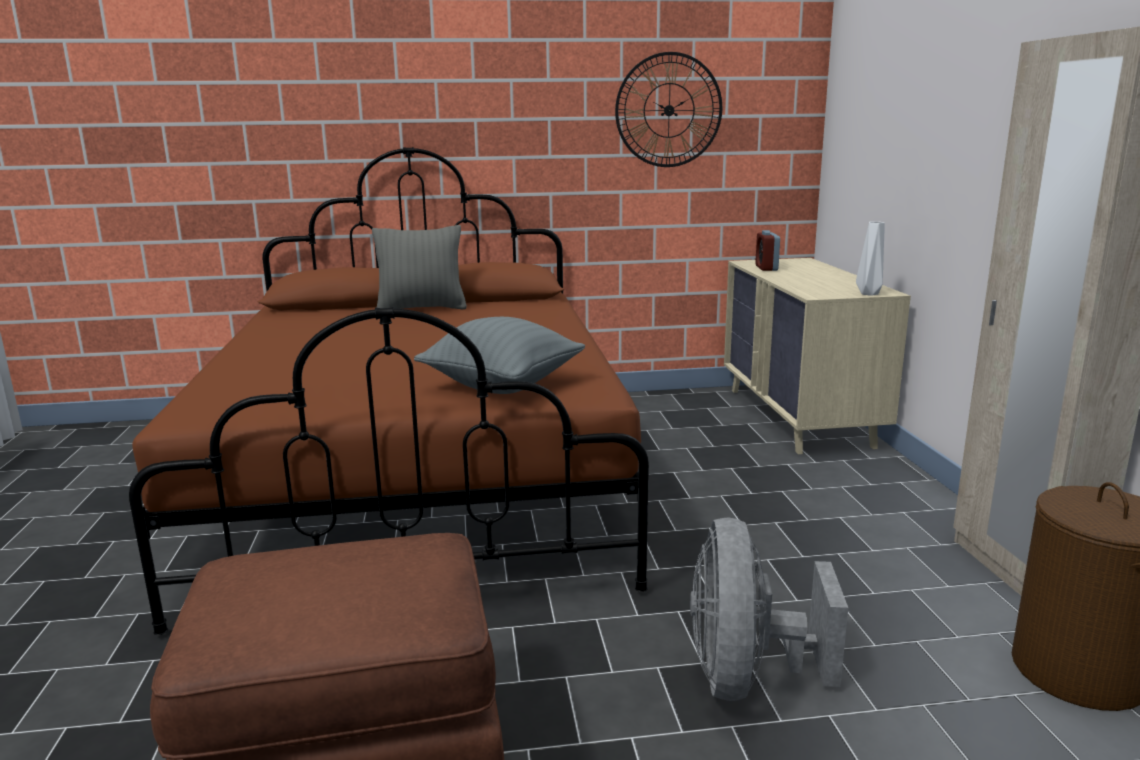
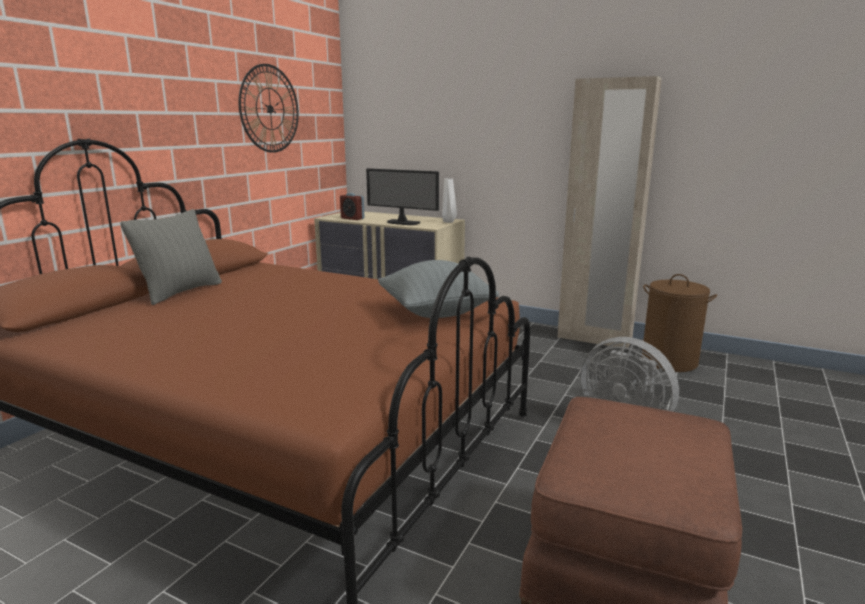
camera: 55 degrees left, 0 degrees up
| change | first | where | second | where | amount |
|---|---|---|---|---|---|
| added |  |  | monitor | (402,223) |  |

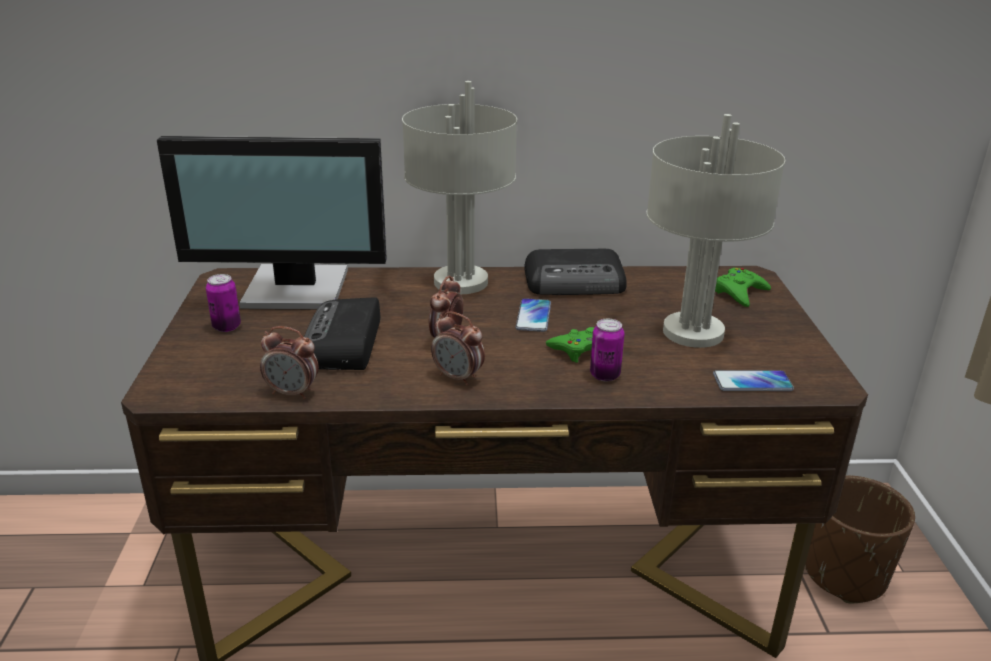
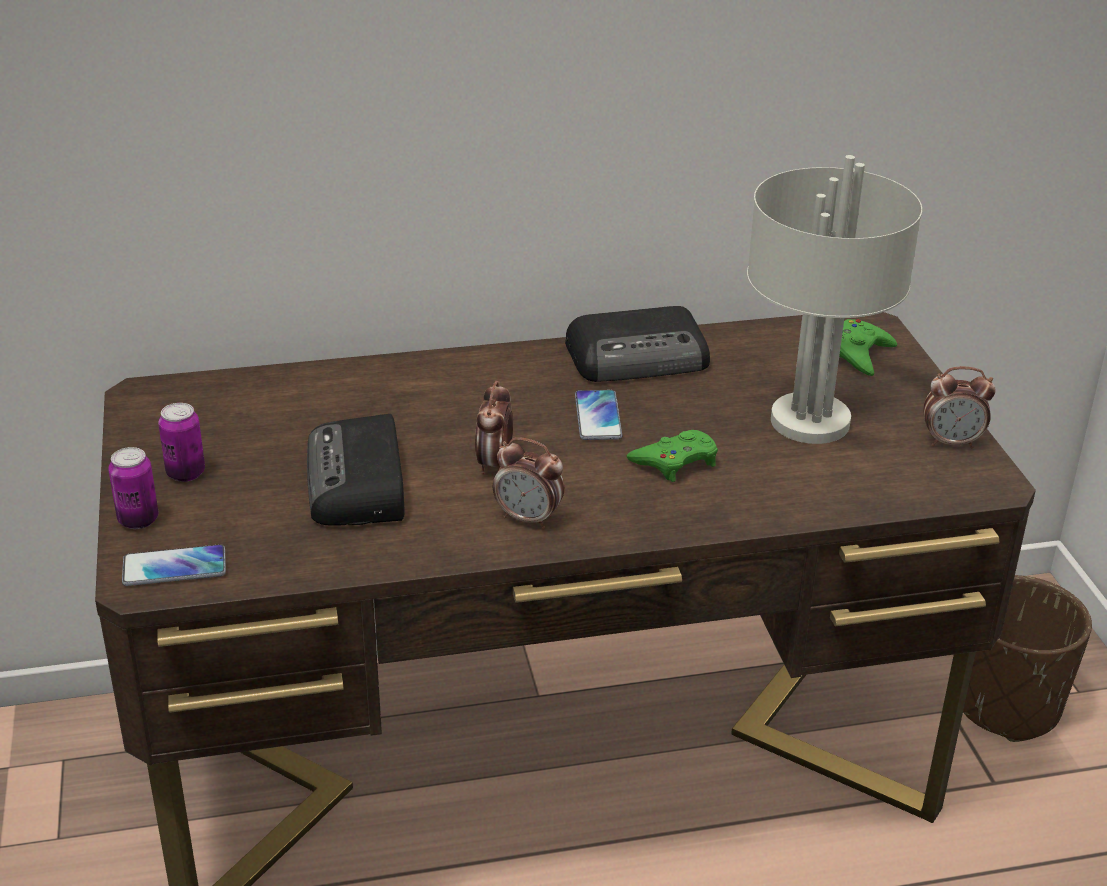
camera: 10 degrees left, 5 degrees up
| change | first | where | second | where | amount |
|---|---|---|---|---|---|
| removed | monitor | (297,291) |  |  |  |
| removed | greyish lamp for a table | (459,282) |  |  |  |
| moved | bedside clock | (293,393) |  | (951,442) |  |
| moved | sealed can | (605,375) |  | (138,520) |  |
| moved | telephone | (752,382) |  | (174,567) |  |

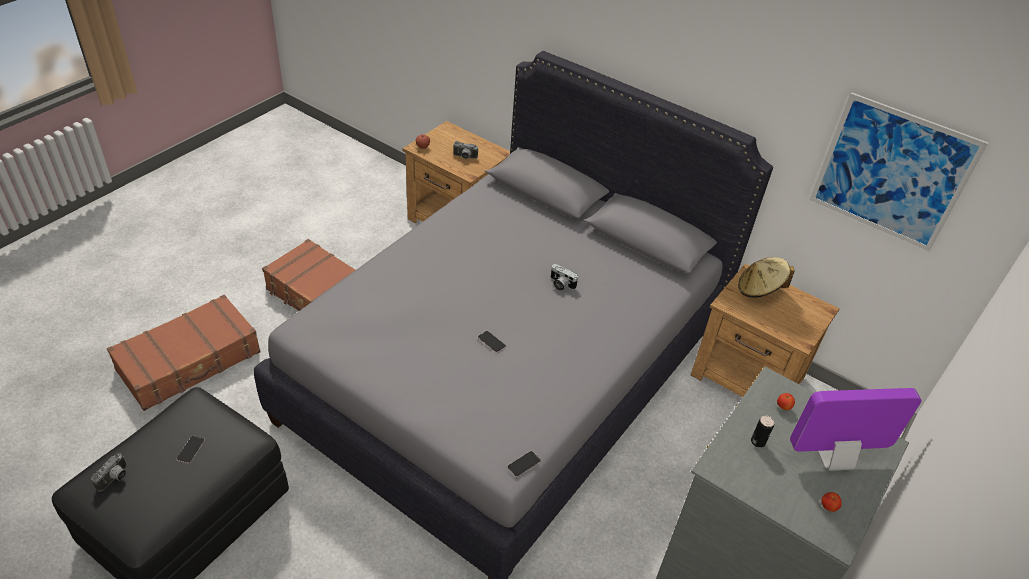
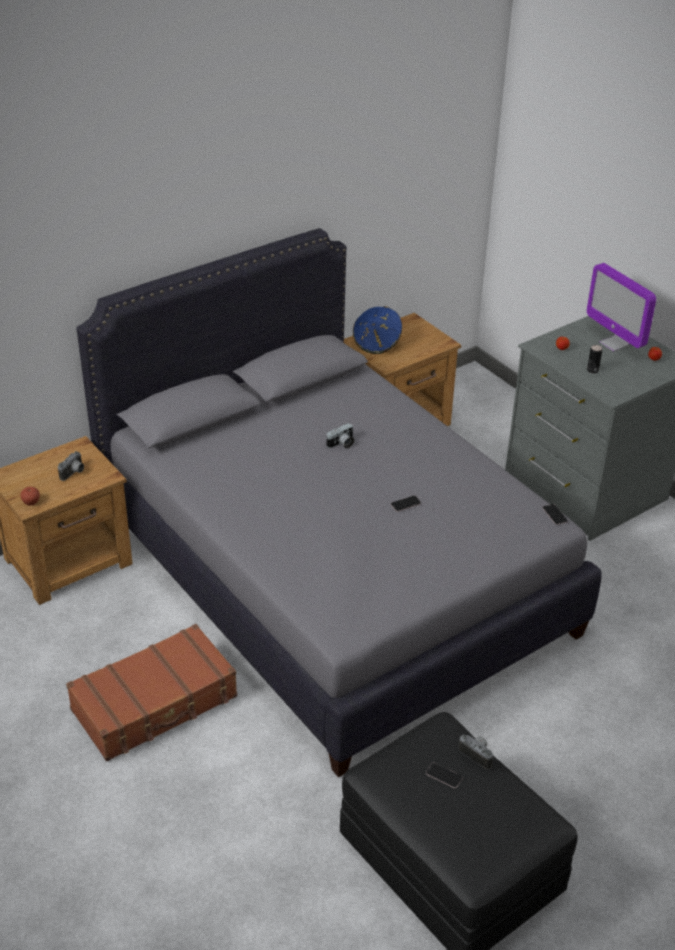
camera: 70 degrees left, 5 degrees down
| change | first | where | second | where | amount |
|---|---|---|---|---|---|
| removed | brown suitcase | (190,361) |  |  |  |
| removed | wall art | (891,172) |  |  |  |
| moved | still camera | (115,479) |  | (477,755) |  |
| recoloured | sand-coloured hat | (759,289) | blue hat | (377,343) |  |
| turned | monitor | (834,460) |  | (614,344) | 45 degrees counterclockwise |

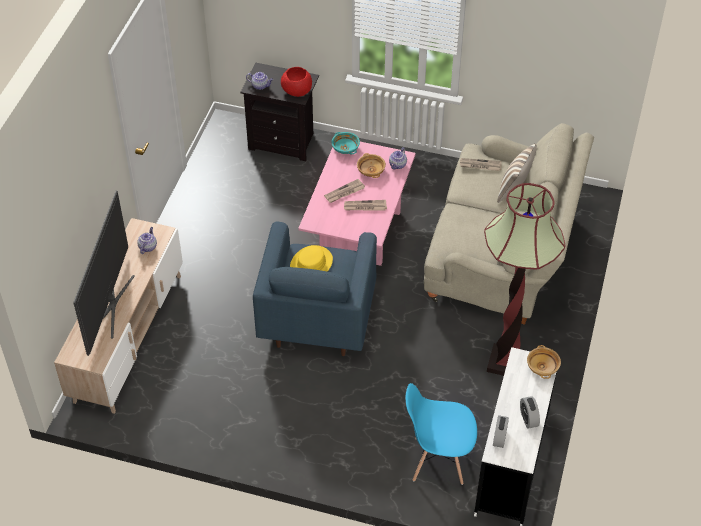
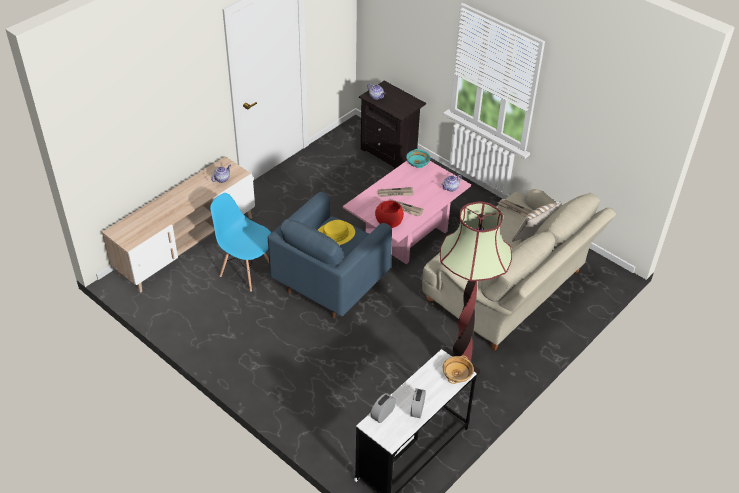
camera: 25 degrees right, 5 degrees down
| change | first | where | second | where | amount |
|---|---|---|---|---|---|
| removed | TV set | (110,304) |  |  |  |
| removed | sand-coloured serving bowl | (370,170) |  |  |  |
| moved | red-coloured serving bowl | (296,90) |  | (388,222) |  |
| moved | blue upright chair | (438,460) |  | (246,271) |  |

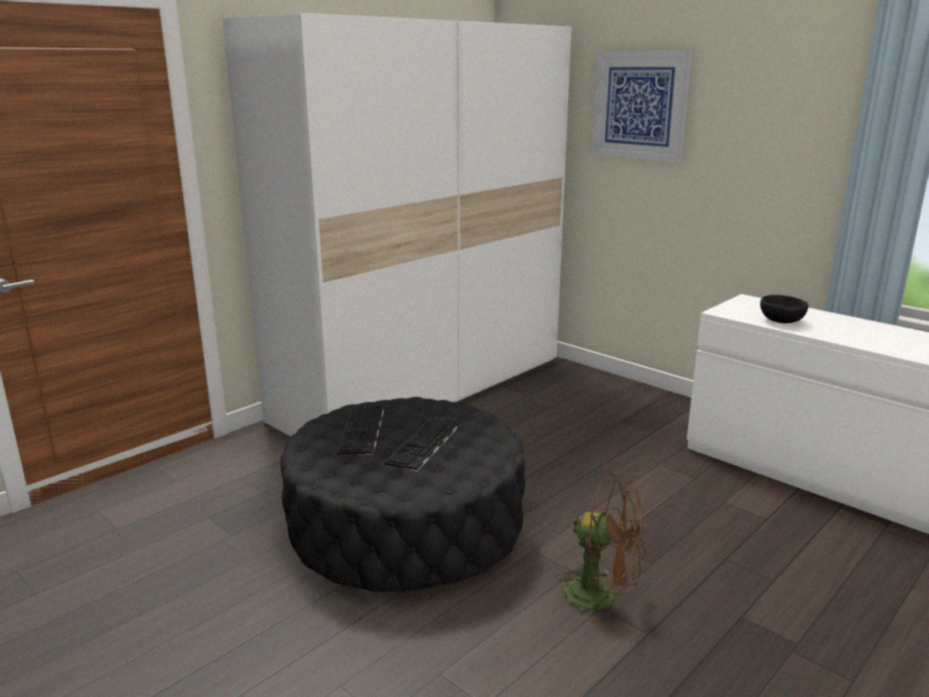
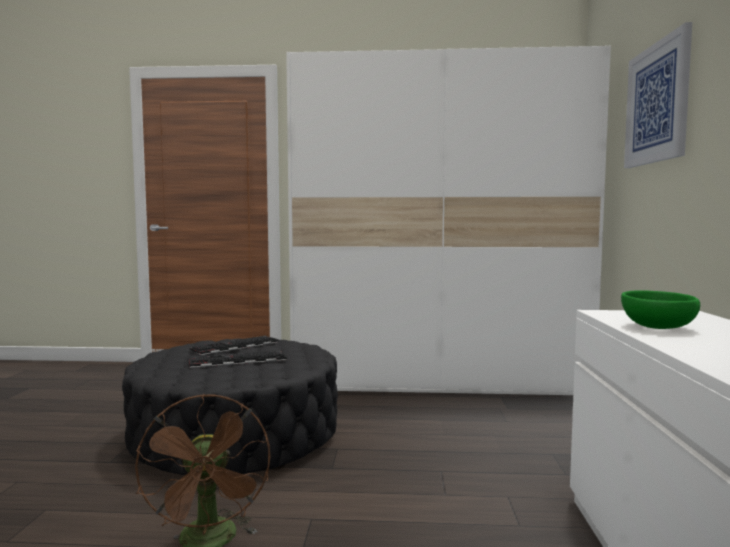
camera: 50 degrees right, 15 degrees down
| change | first | where | second | where | amount |
|---|---|---|---|---|---|
| recoloured | blackish serving bowl | (780,321) | green serving bowl | (657,327) |  |

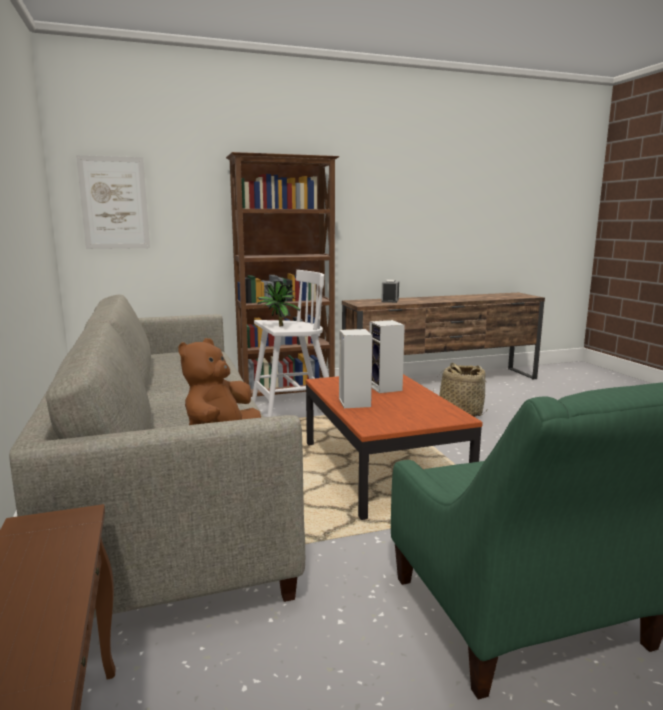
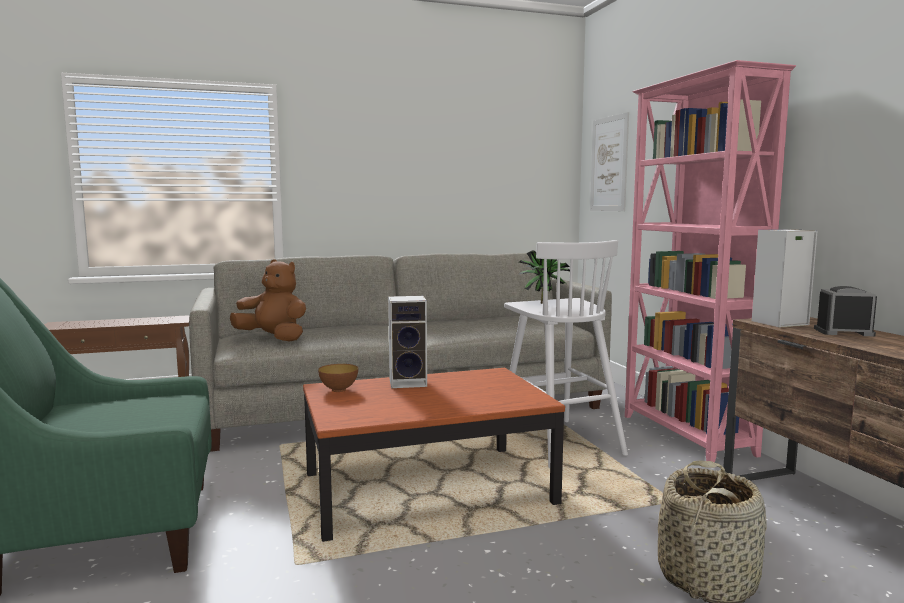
camera: 90 degrees right, 5 degrees down
| change | first | where | second | where | amount |
|---|---|---|---|---|---|
| added |  |  | serving bowl | (338,390) |  |
| moved | loudspeaker | (386,388) |  | (779,323) |  |
| recoloured | brown bookcase | (287,395) | pink-coloured bookcase | (686,435) |  |

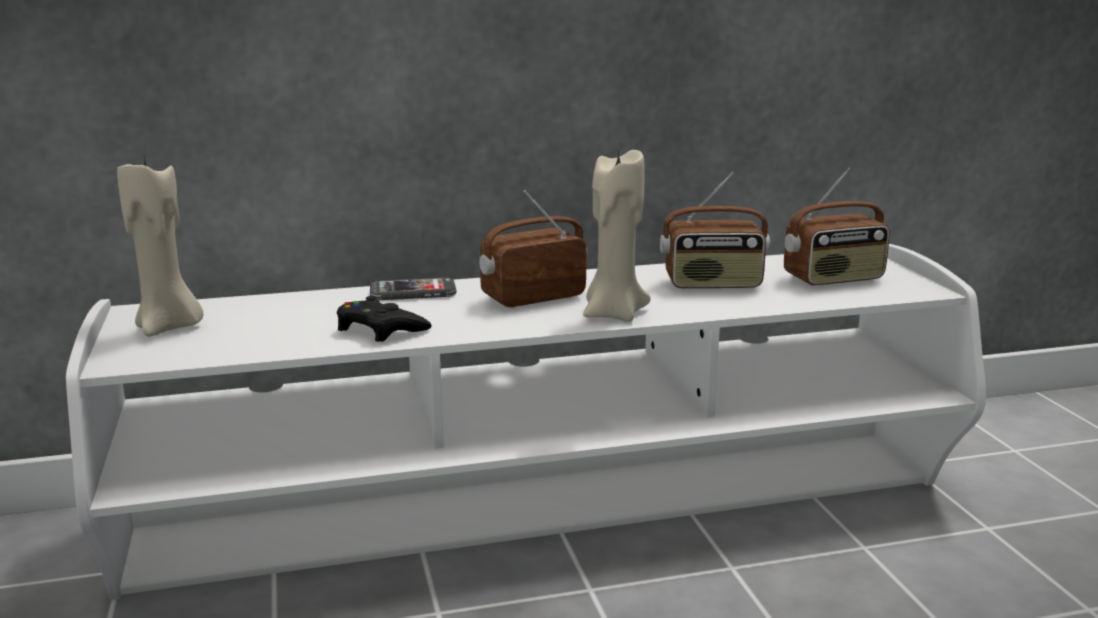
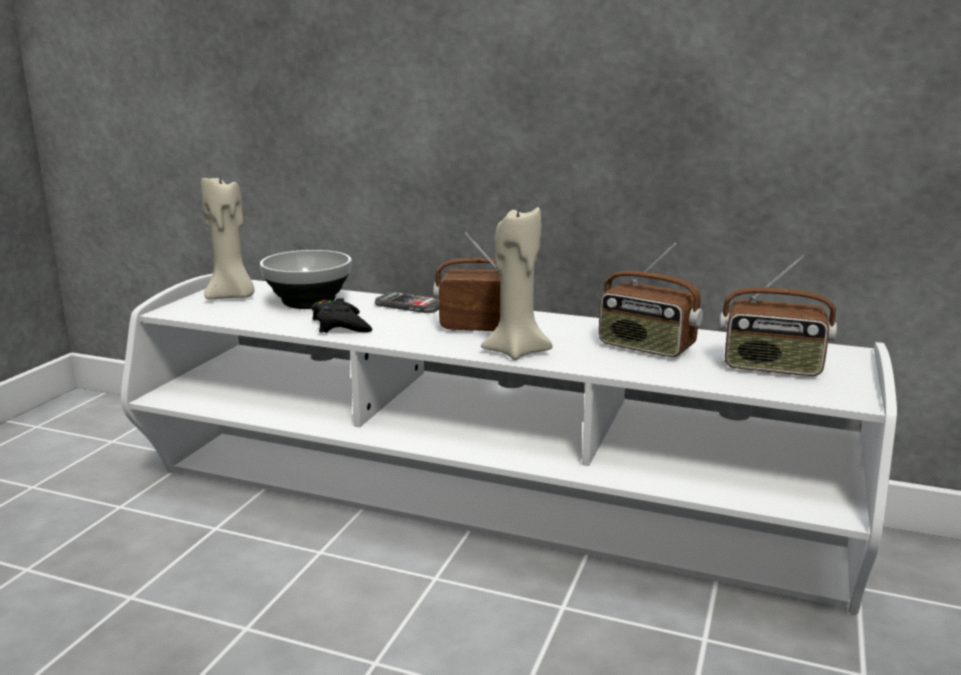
camera: 35 degrees right, 0 degrees up
| change | first | where | second | where | amount |
|---|---|---|---|---|---|
| added |  |  | serving bowl | (308,302) |  |

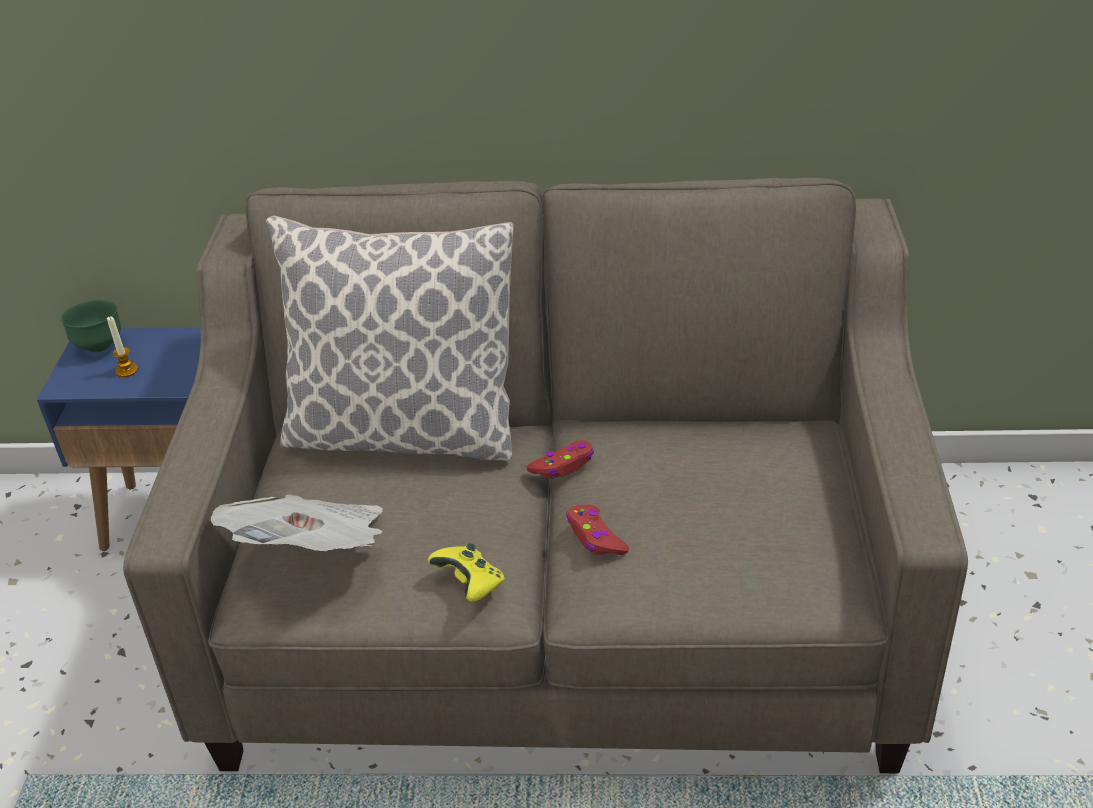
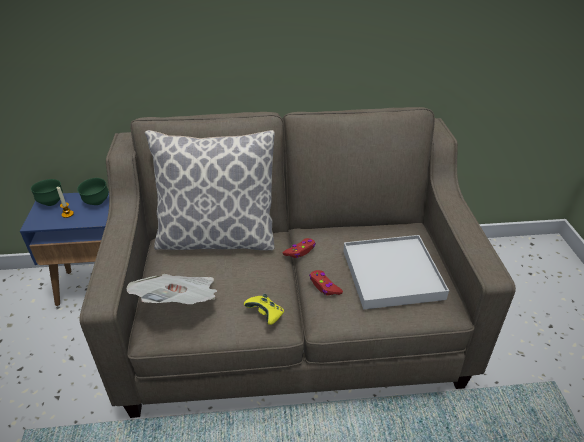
camera: 10 degrees left, 0 degrees up
| change | first | where | second | where | amount |
|---|---|---|---|---|---|
| added |  |  | green serving bowl | (97,203) |  |
| added |  |  | white tray | (392,274) |  |

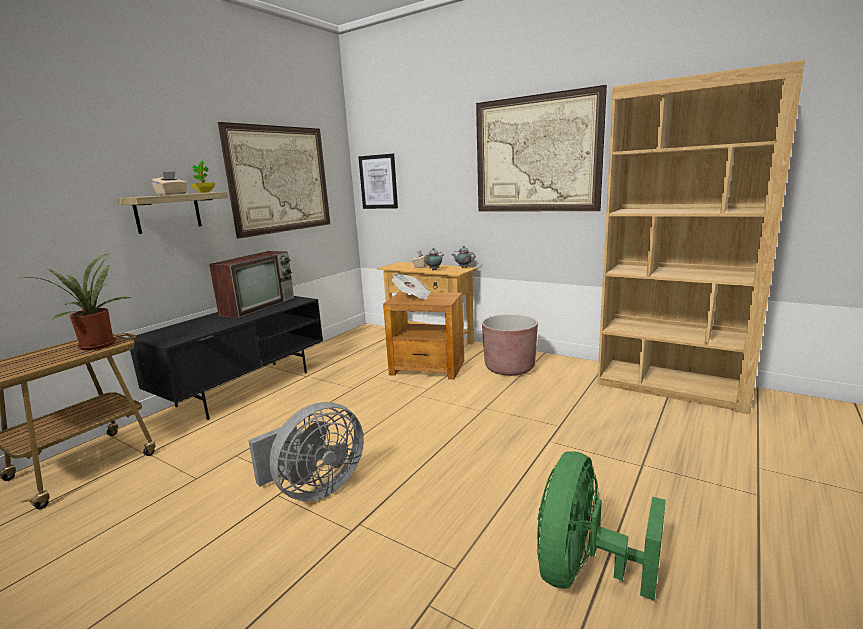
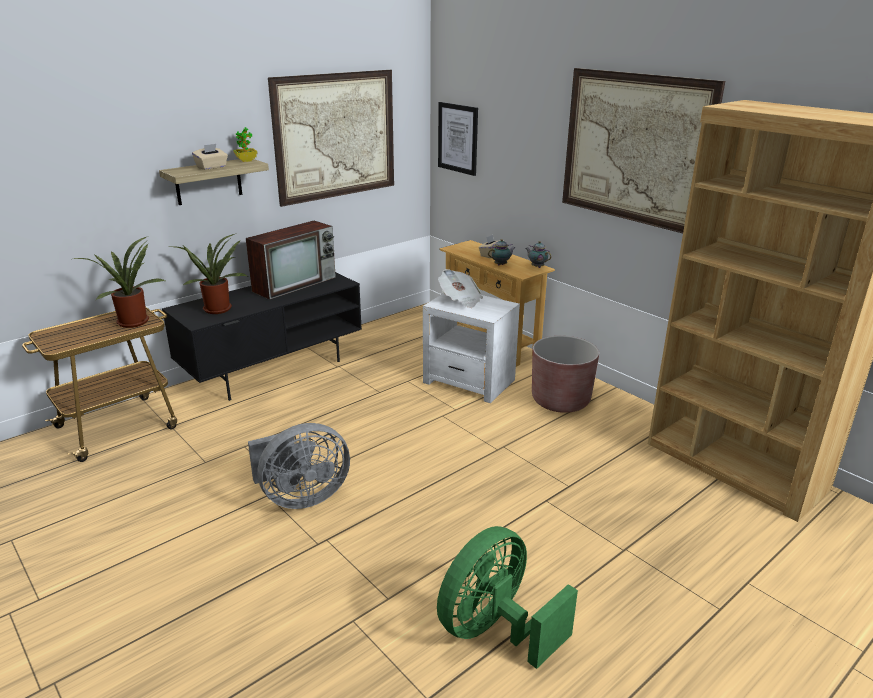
camera: 15 degrees right, 10 degrees up
| change | first | where | second | where | amount |
|---|---|---|---|---|---|
| added |  |  | plant in a pot | (218,308) |  |
| recoloured | brown side table | (428,368) | white side table | (469,381) |  |

